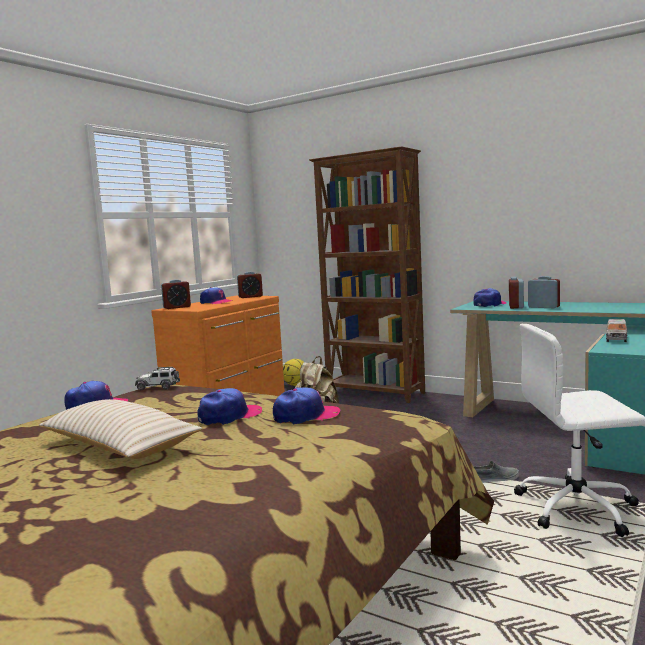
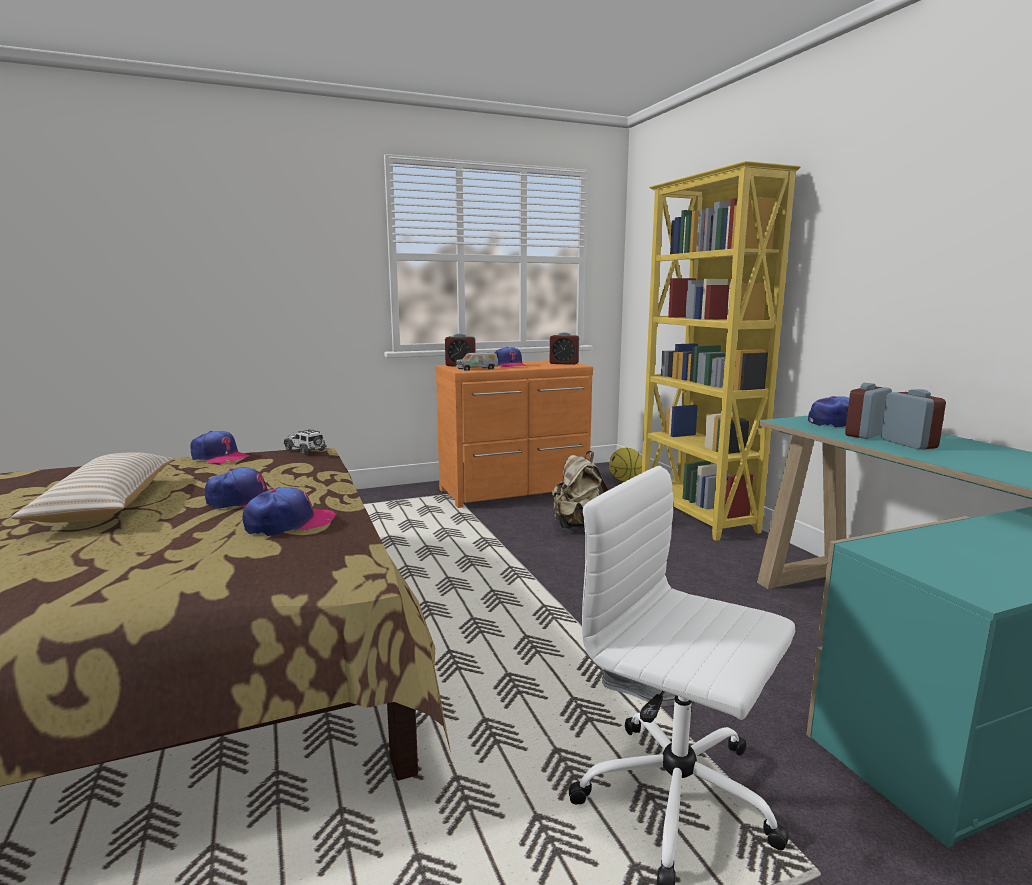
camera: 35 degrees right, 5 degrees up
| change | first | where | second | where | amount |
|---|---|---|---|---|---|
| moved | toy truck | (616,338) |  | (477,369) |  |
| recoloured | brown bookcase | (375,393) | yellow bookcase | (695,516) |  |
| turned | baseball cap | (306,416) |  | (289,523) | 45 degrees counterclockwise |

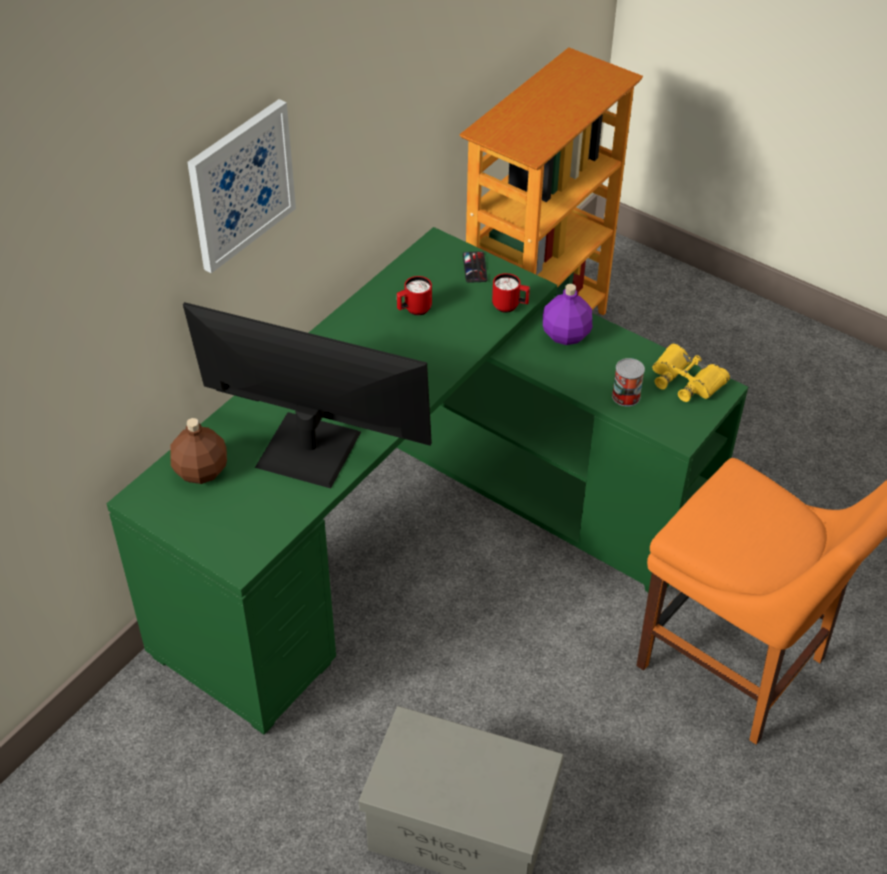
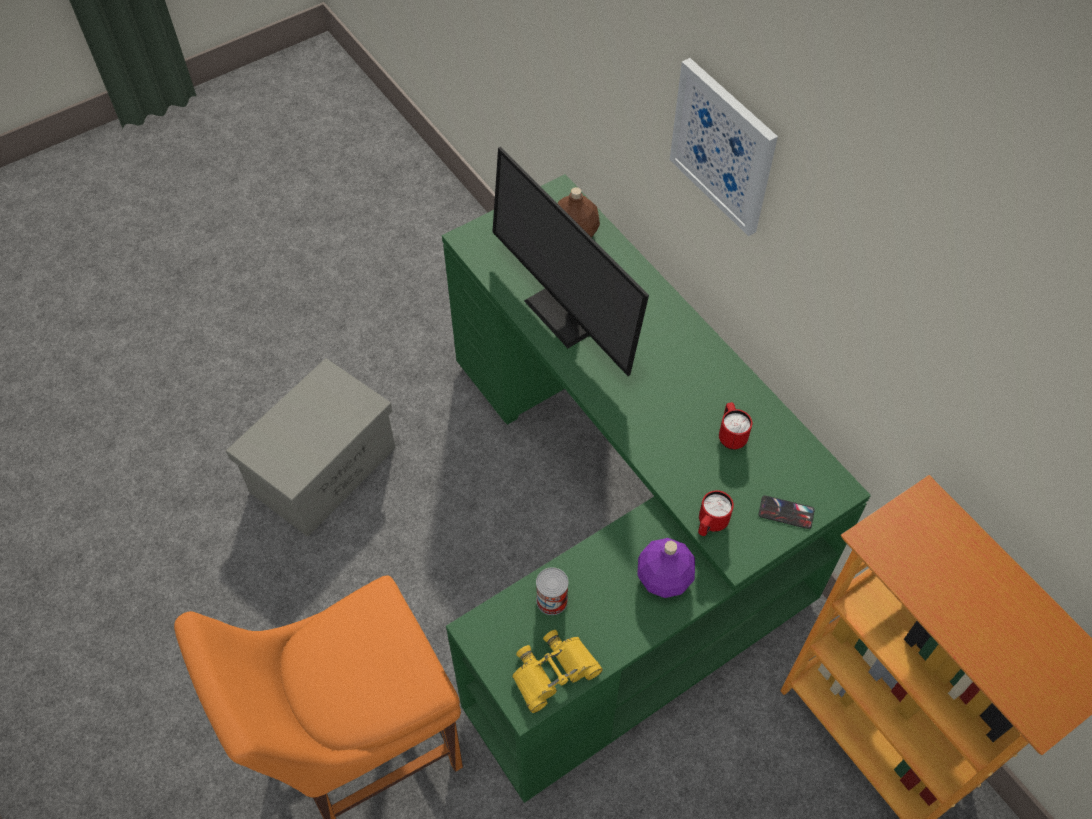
camera: 110 degrees right, 10 degrees up
| change | first | where | second | where | amount |
|---|---|---|---|---|---|
| turned | monitor | (309,447) |  | (572,308) | 105 degrees clockwise |

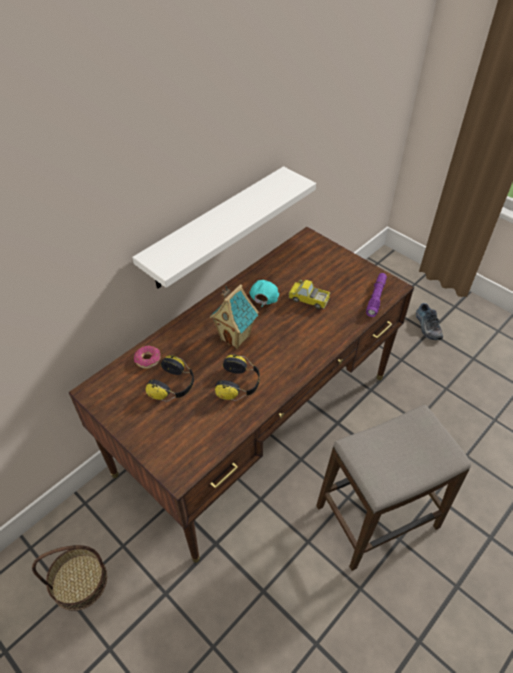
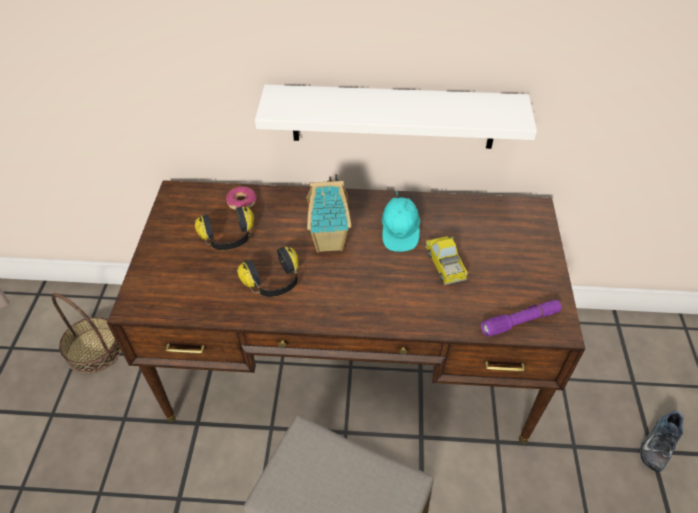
camera: 50 degrees right, 0 degrees up
| change | first | where | second | where | amount |
|---|---|---|---|---|---|
| turned | blue-green baseball cap | (263,301) |  | (400,232) | 120 degrees clockwise |

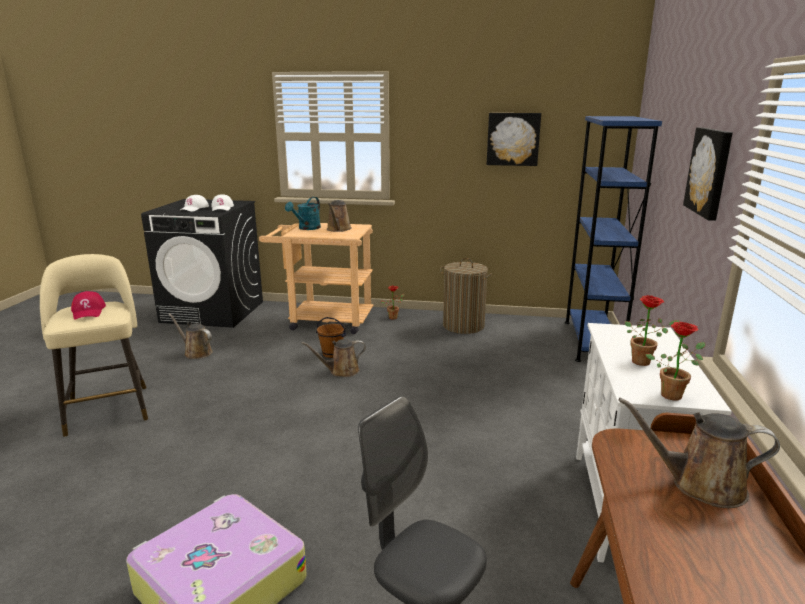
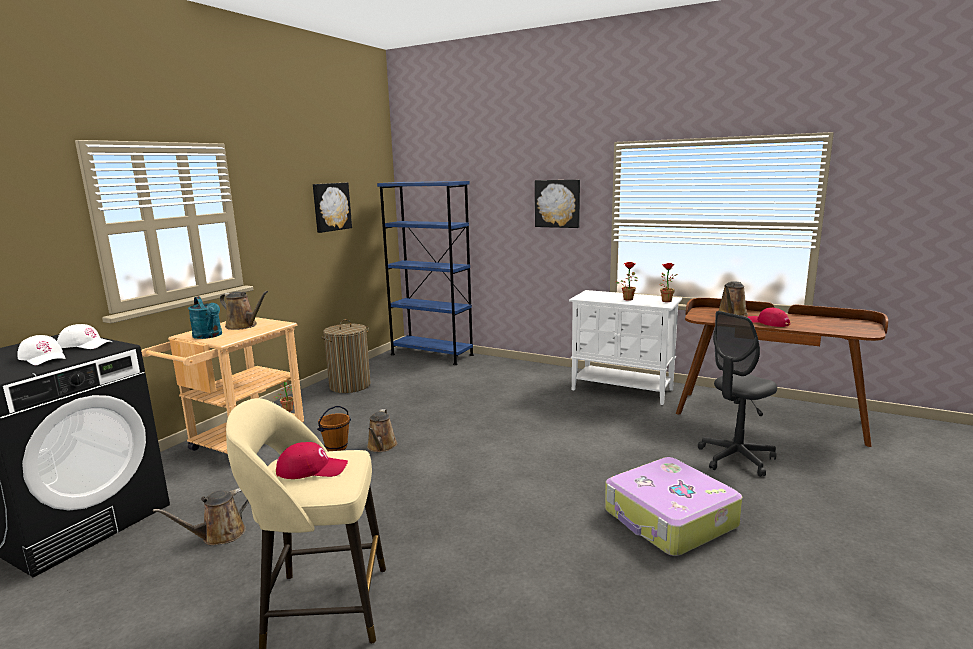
camera: 70 degrees left, 5 degrees down
| change | first | where | second | where | amount |
|---|---|---|---|---|---|
| added |  |  | red-coloured baseball cap | (767,323) |  |

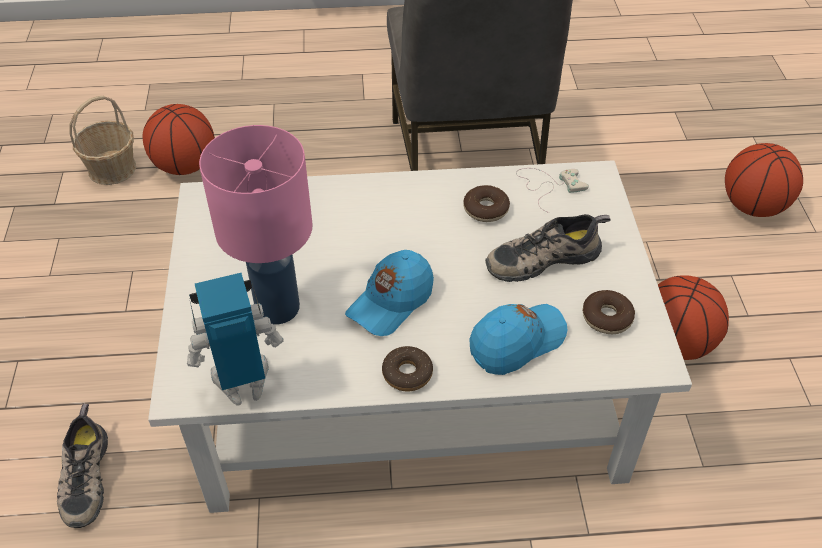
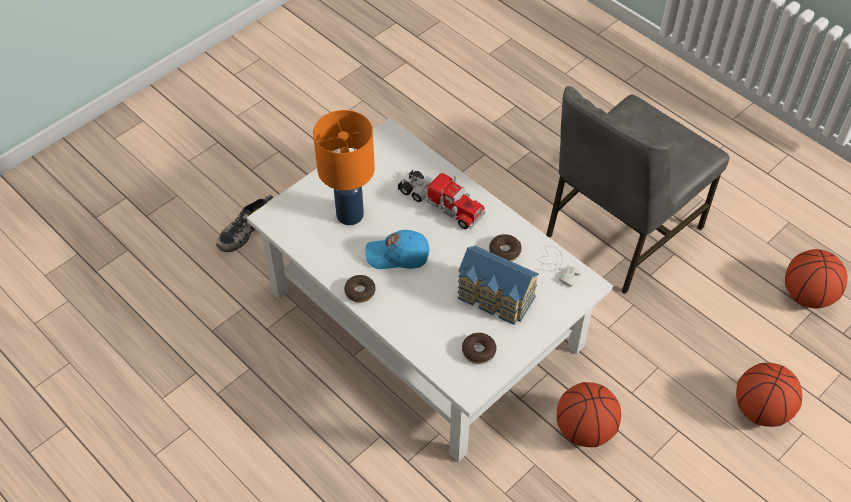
camera: 50 degrees right, 5 degrees up
| change | first | where | second | where | amount |
|---|---|---|---|---|---|
| removed | basket | (112,169) |  |  |  |
| removed | toy robot | (243,384) |  |  |  |
| removed | blue baseball cap | (516,342) |  |  |  |
| added |  |  | toy truck | (440,203) |  |
| moved | basketball ball | (185,166) |  | (807,295) |  |
| replaced | low shoe | (543,257) | model house | (495,298) |  |
| recoloured | pink-coloured lamp for a table | (277,306) | orangey lamp for a table | (350,214) |  |

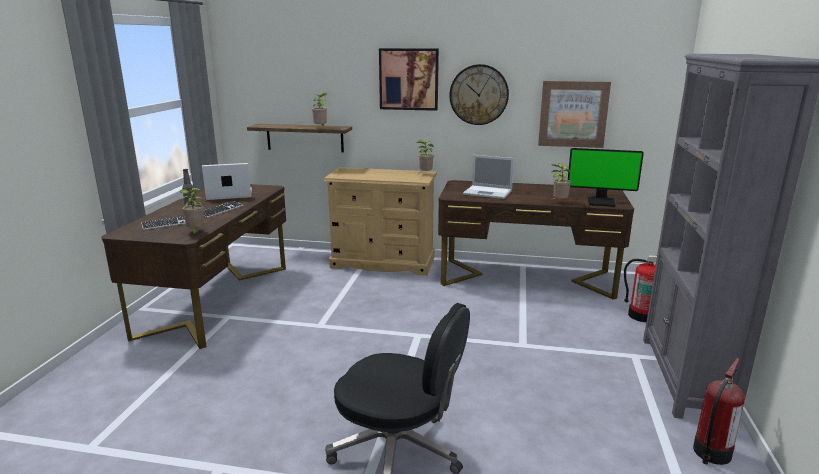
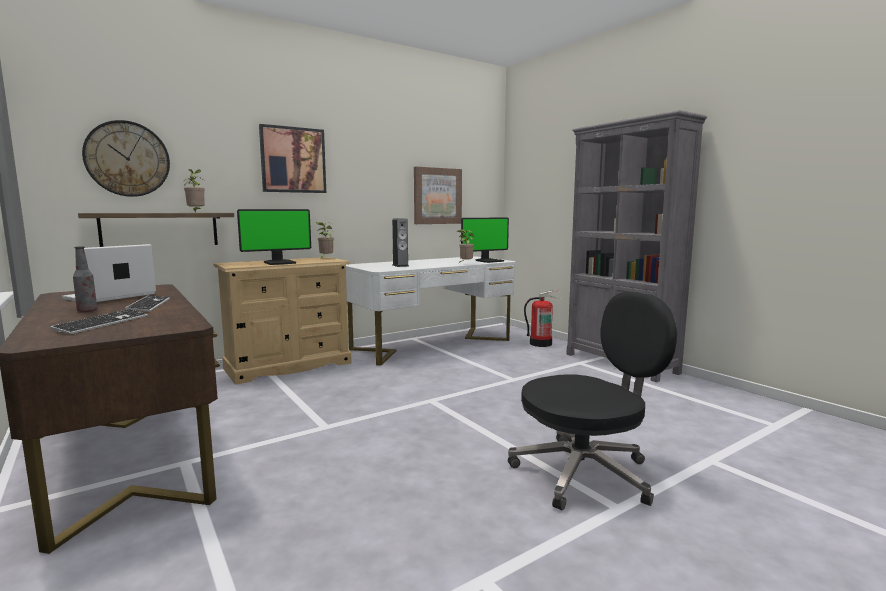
camera: 45 degrees left, 10 degrees down
| change | first | where | second | where | amount |
|---|---|---|---|---|---|
| removed | plant in a pot | (195,232) |  |  |  |
| removed | fire extinguisher | (711,453) |  |  |  |
| added |  |  | monitor | (280,263) |  |
| moved | hanging clock | (479,95) |  | (127,159) |  |
| replaced | laptop | (488,192) | loudspeaker | (400,265) |  |
| recoloured | brown desk unit | (526,278) | white desk unit | (432,344) |  |

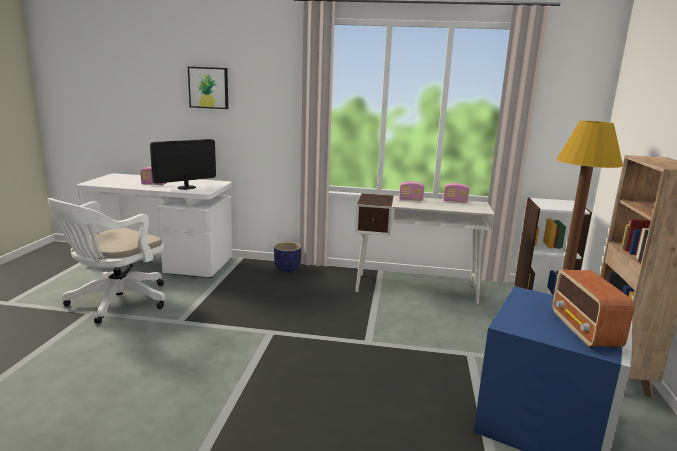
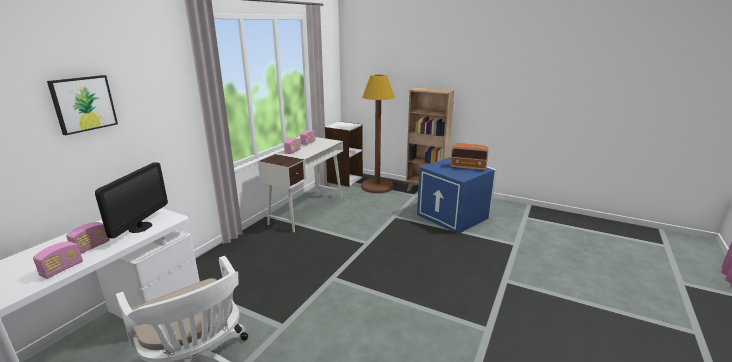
camera: 70 degrees left, 5 degrees up
| change | first | where | second | where | amount |
|---|---|---|---|---|---|
| removed | plant pot | (287,268) |  |  |  |
| added |  |  | radio receiver | (62,269) |  |
| turned | monitor | (186,187) |  | (140,227) | 150 degrees counterclockwise |

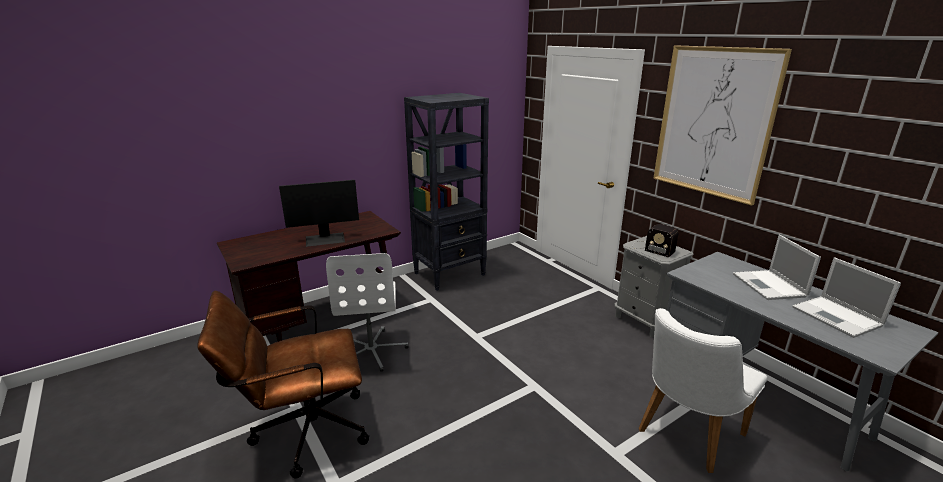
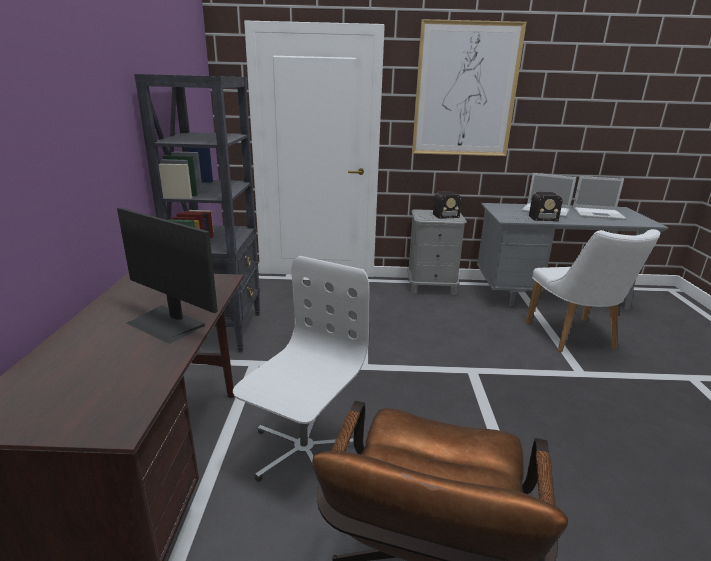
camera: 55 degrees left, 0 degrees up
| change | first | where | second | where | amount |
|---|---|---|---|---|---|
| added |  |  | radio receiver | (533,217) |  |
| turned | monitor | (325,239) |  | (167,323) | 105 degrees clockwise |
| turned | white computer chair | (372,350) |  | (303,451) | 90 degrees counterclockwise |

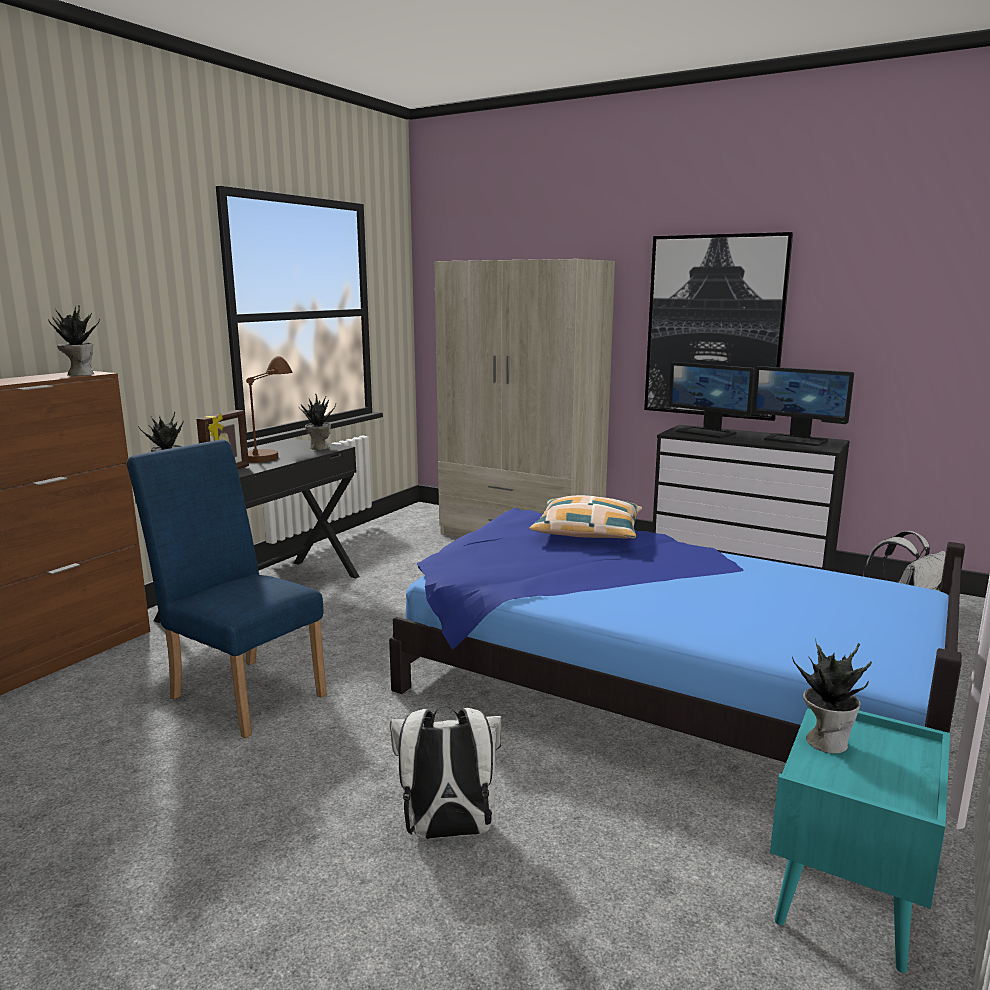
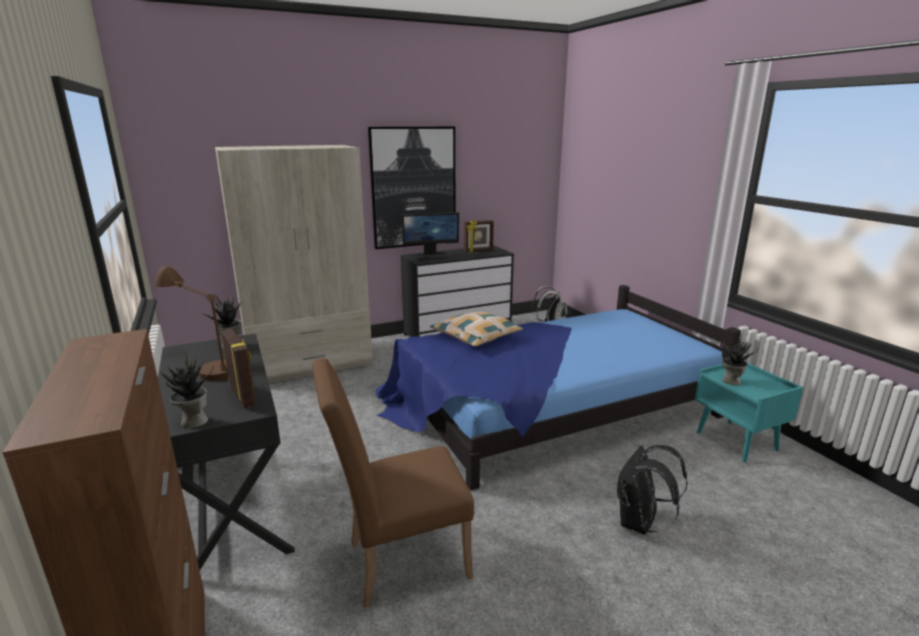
camera: 55 degrees left, 5 degrees up
| change | first | where | second | where | amount |
|---|---|---|---|---|---|
| removed | plant in a pot | (79,374) |  |  |  |
| replaced | monitor | (796,440) | picture frame | (478,250) |  |
| recoloured | blue upright chair | (242,691) | brown upright chair | (398,561) |  |
| recoloured | white rucksack | (448,832) | blackish rucksack | (640,523) |  |

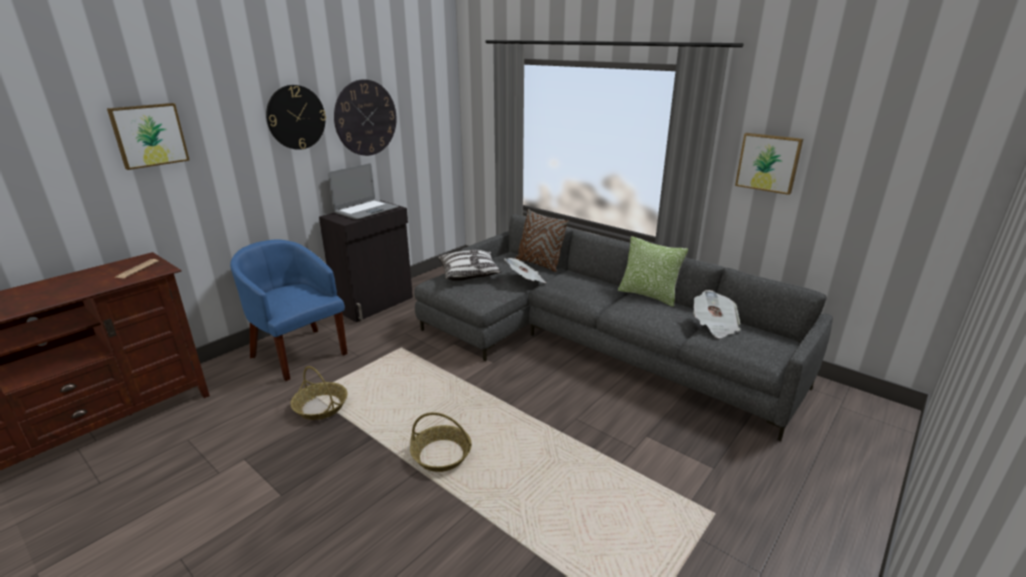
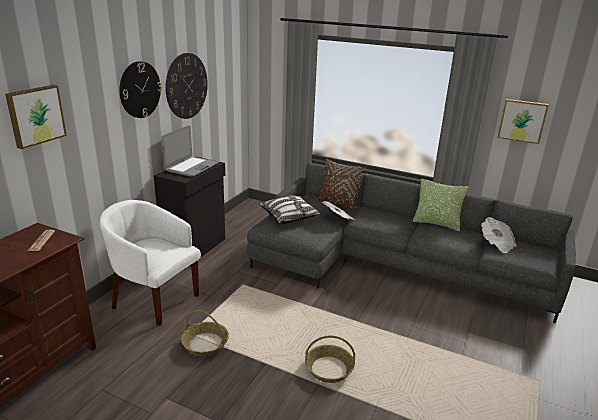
camera: 15 degrees left, 0 degrees up
| change | first | where | second | where | amount |
|---|---|---|---|---|---|
| recoloured | blue lounge chair | (298,353) | white lounge chair | (154,299) |  |

